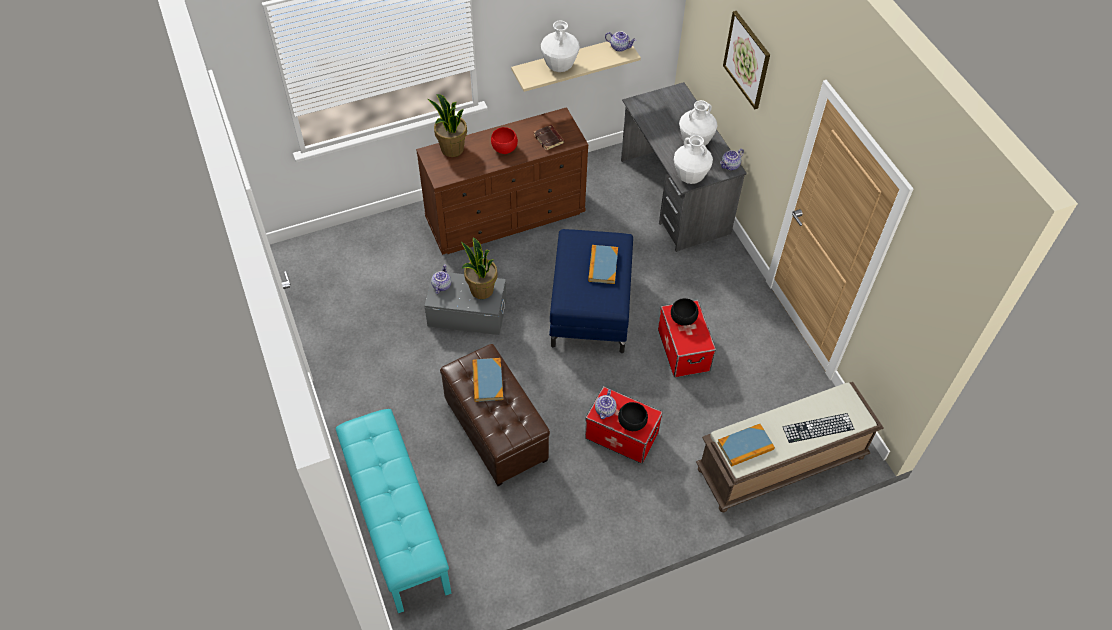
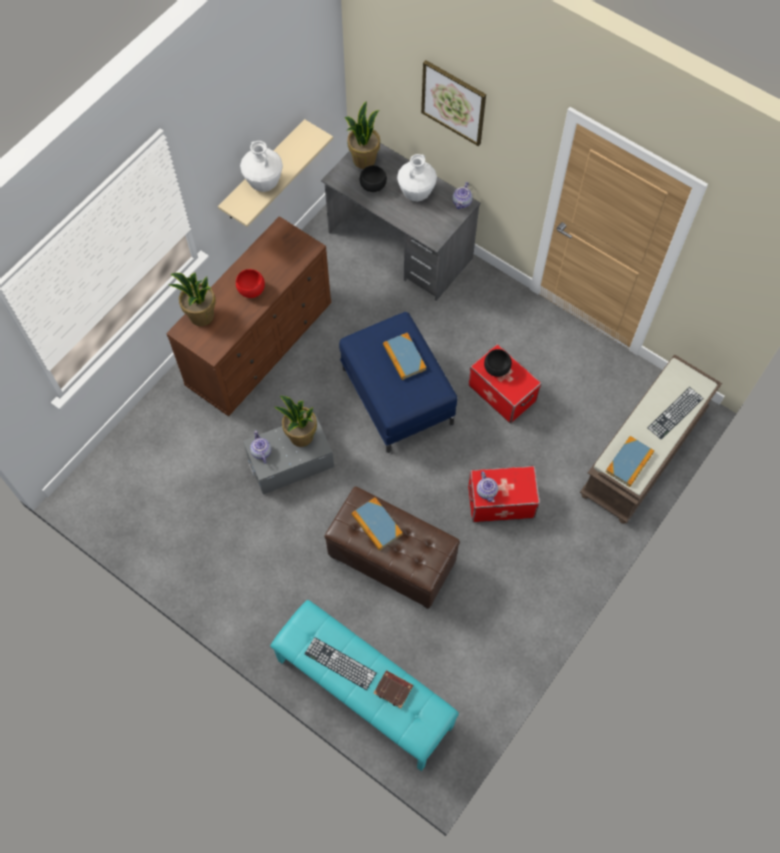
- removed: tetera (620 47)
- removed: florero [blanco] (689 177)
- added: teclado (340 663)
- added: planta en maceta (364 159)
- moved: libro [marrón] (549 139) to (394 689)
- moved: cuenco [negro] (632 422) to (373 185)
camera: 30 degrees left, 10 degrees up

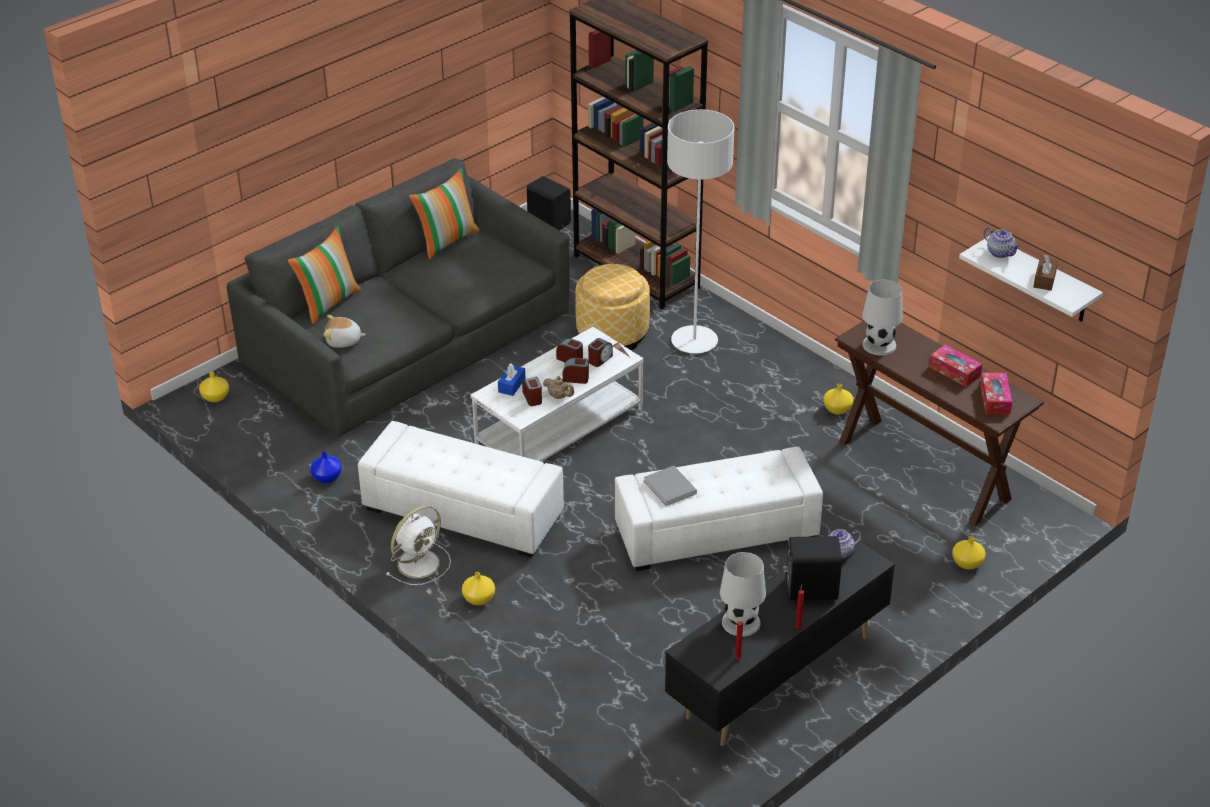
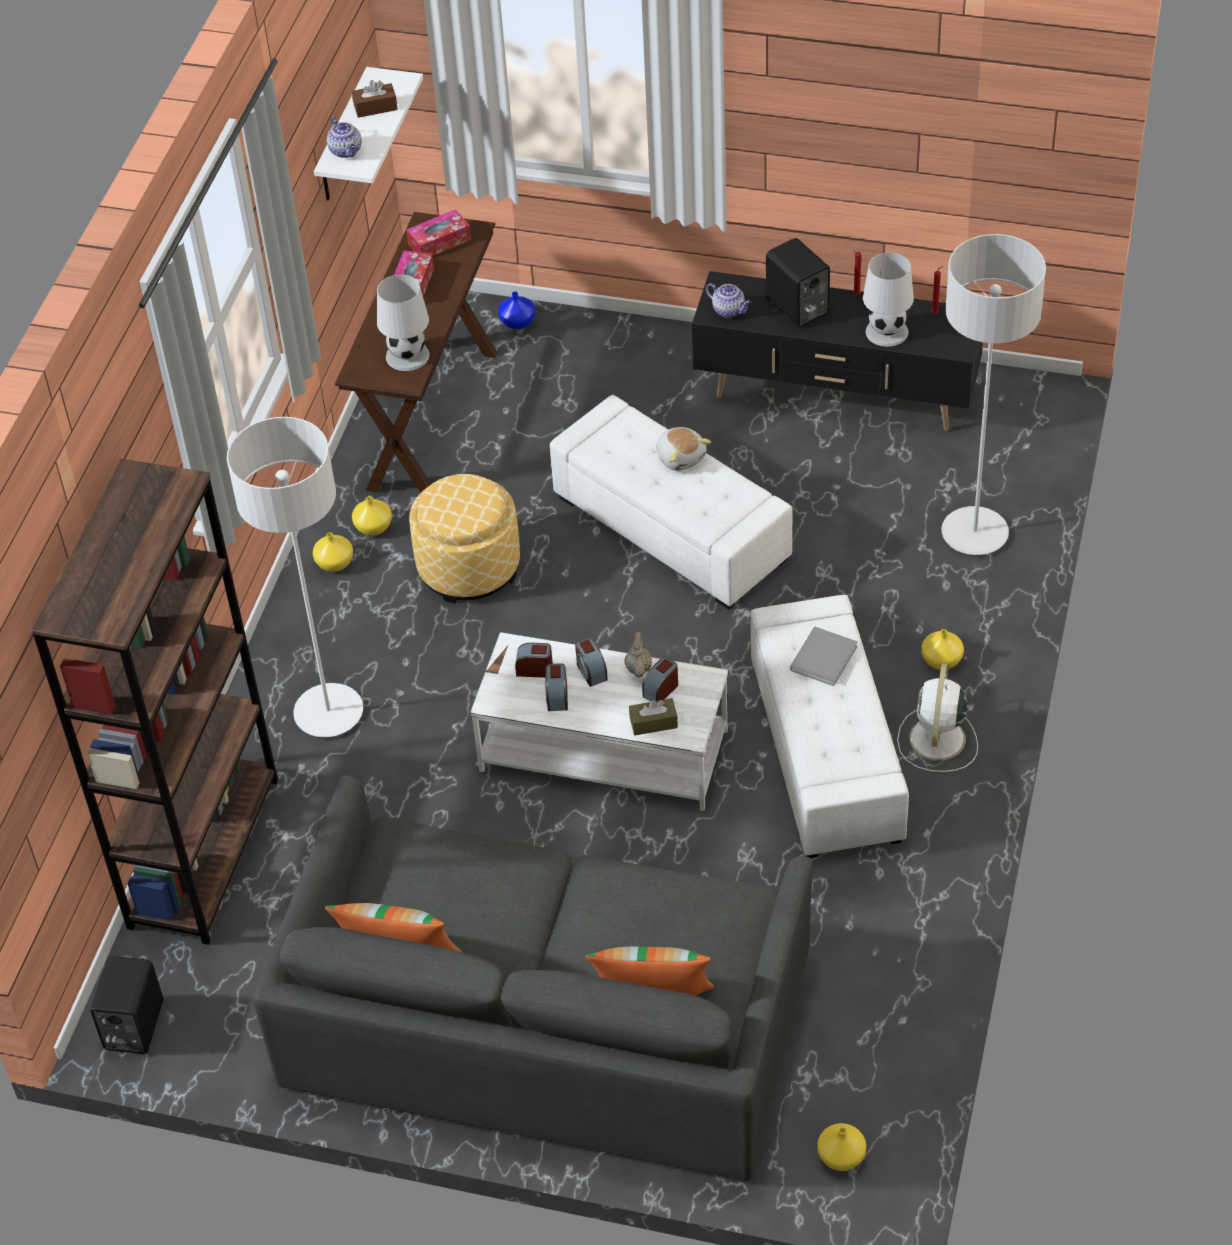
- added: lámpara de pie [gris] (974 533)
- moved: florero [azul] (327 477) to (516 322)
- moved: peluche (343 341) to (681 457)
- moved: puf (612 332) to (469 567)
- moved: libro [gris] (670 488) to (824 656)
- moved: florero [amarillo] (967 563) to (335 562)
- recoloured: caja de pañuelos [azul] (511 385) to caja de pañuelos [marrón] (653 723)
- turned: ventilador [blanco] (420 563) = (937 741) 90 degrees counterclockwise
- turned: tetera (1000 253) = (346 151) 135 degrees clockwise
camera: 120 degrees left, 10 degrees up

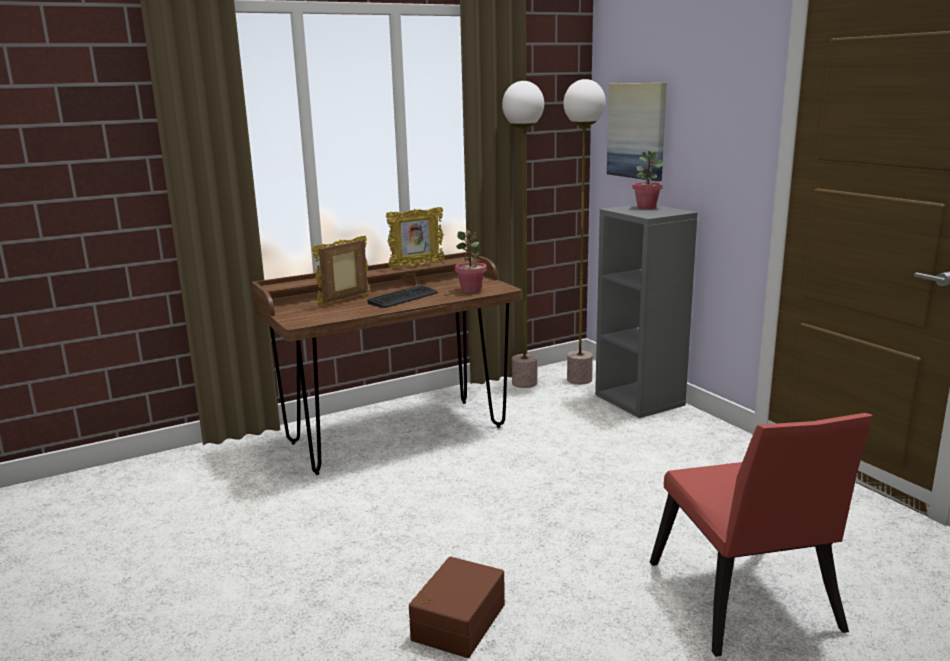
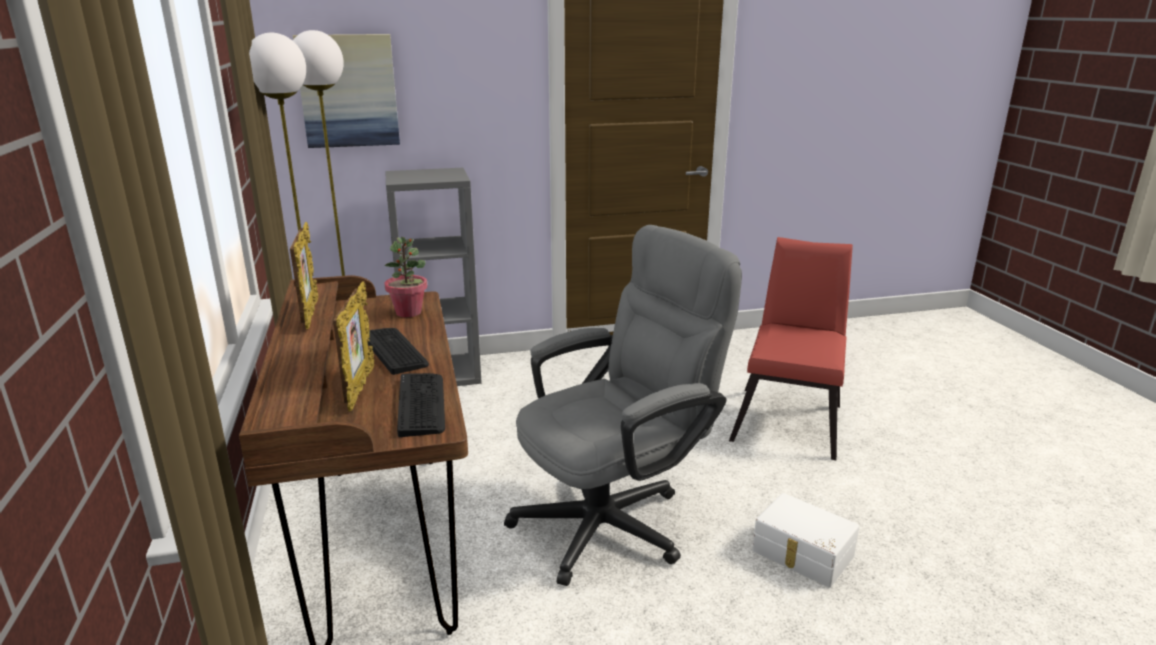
- removed: planta en maceta (646 207)
- added: teclado (421 404)
- added: silla de oficina [gris] (615 519)
- recoloured: caja de almacenaje [marrón] (456 621) to caja de almacenaje [blanco] (802 554)
- turned: portarretratos (345 301) = (360 388) 150 degrees counterclockwise
- turned: silla [rojo] (745 604) = (790 418) 75 degrees counterclockwise
camera: 75 degrees left, 5 degrees up

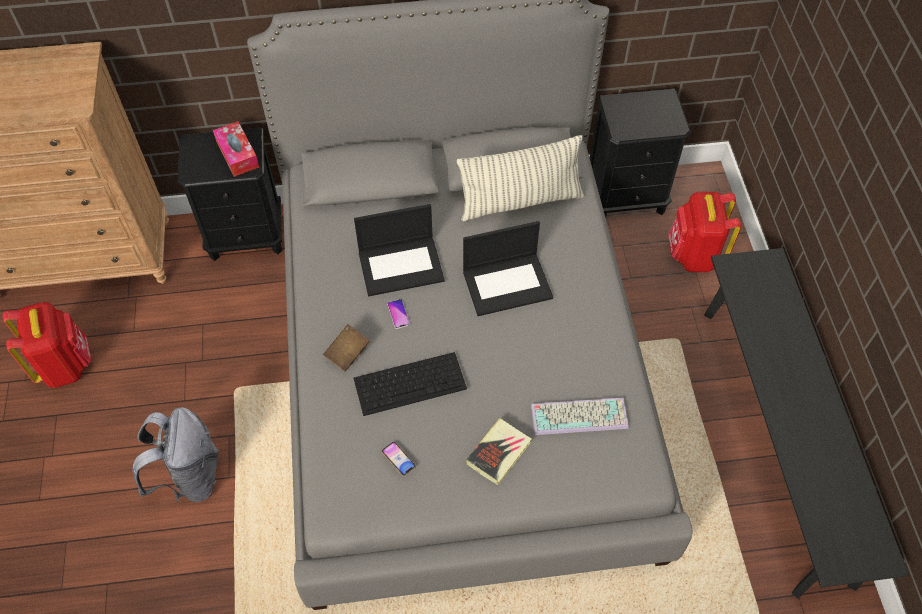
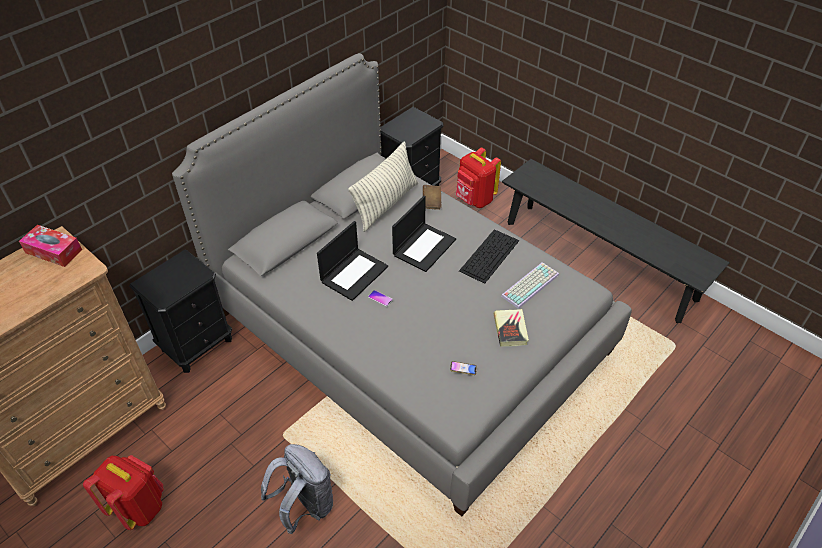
- moved: caja de pañuelos (237 154) to (54 251)
- moved: libro [marrón] (347 353) to (431 202)
- moved: teclado (411 383) to (489 255)
camera: 40 degrees left, 10 degrees down

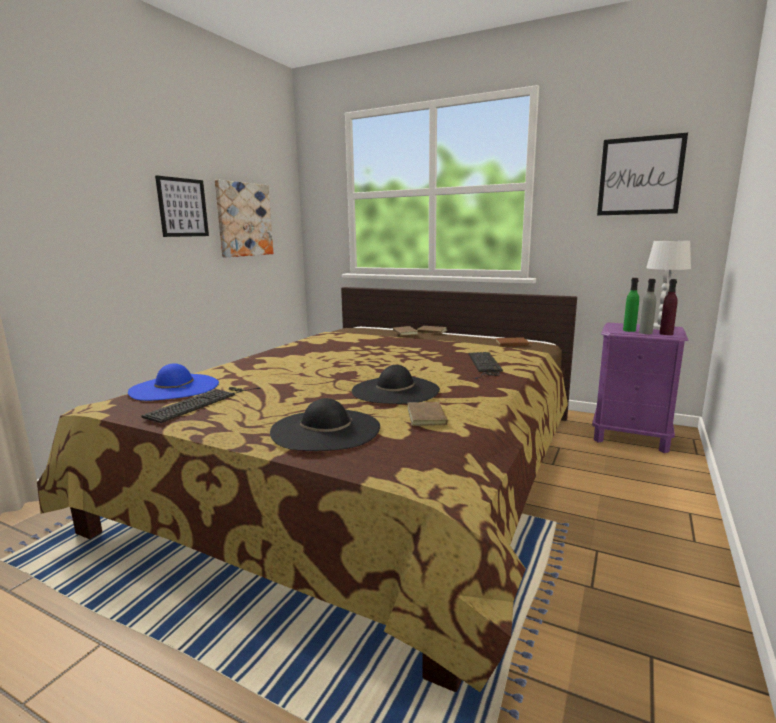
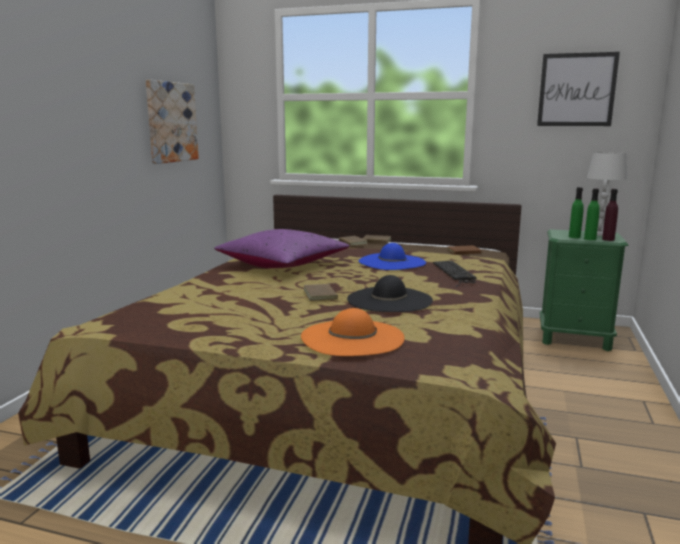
- removed: teclado (202 402)
- removed: cuadro (182 207)
- added: cojín [morado] (282 264)
- moved: sombrero [azul] (174 387) to (391 262)
- moved: libro [marrón] (428 417) to (321 295)
- recoloured: sombrero [negro] (325 429) to sombrero [naranja] (352 337)
- recoloured: mesita de noche [morado] (631 437) to mesita de noche [verde] (574 339)
- recoloured: botella [gris] (645 333) to botella [verde] (590 239)
camera: 10 degrees left, 0 degrees up

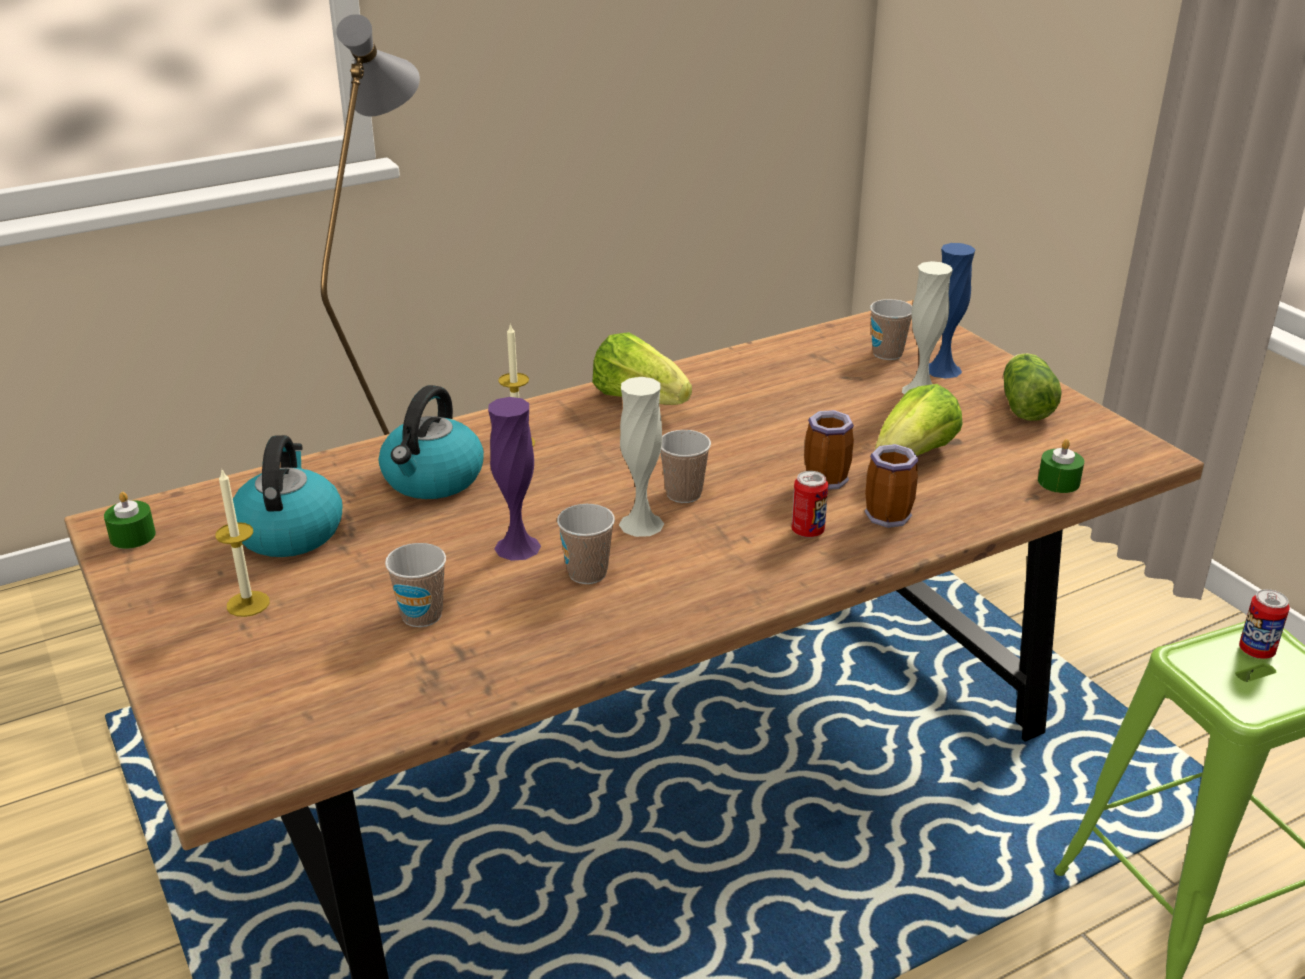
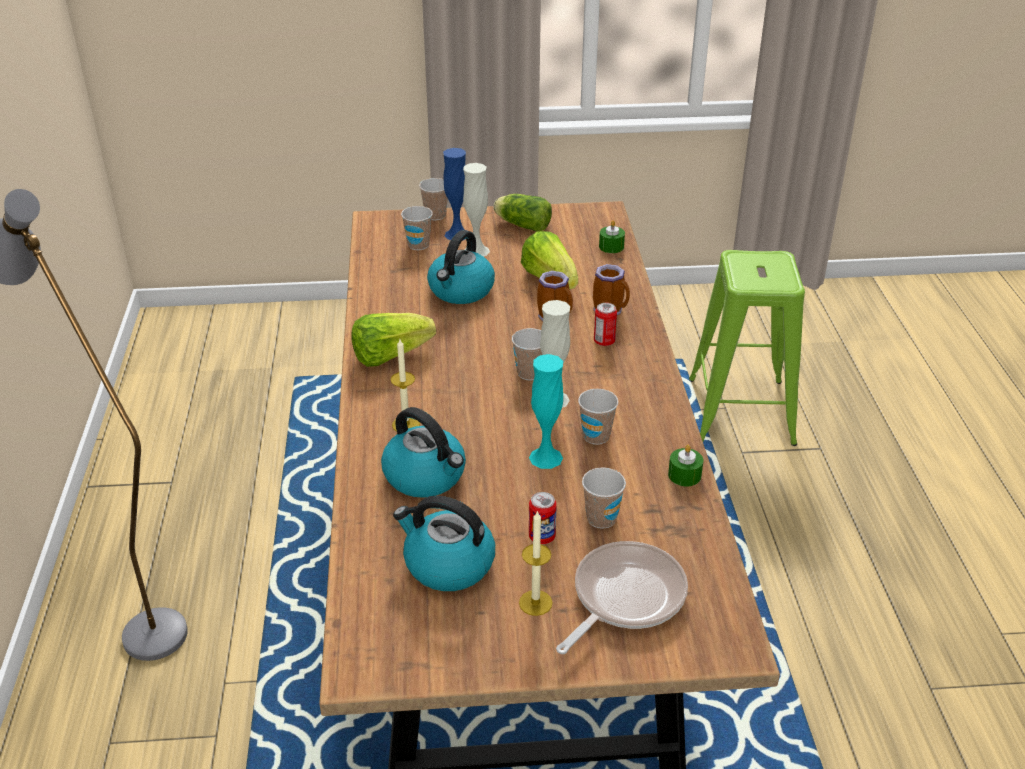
- added: taza (435 215)
- added: hervidor (461 291)
- added: sartén (624 597)
- moved: vela [verde] (132 536) to (684 475)
- moved: lata (1256 651) to (542 537)
- recoloured: florero [morado] (517 547) to florero [turquesa] (546 458)
camera: 65 degrees left, 5 degrees up

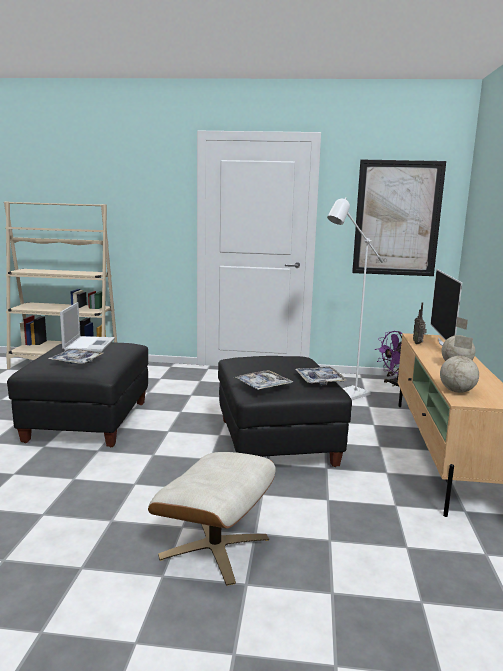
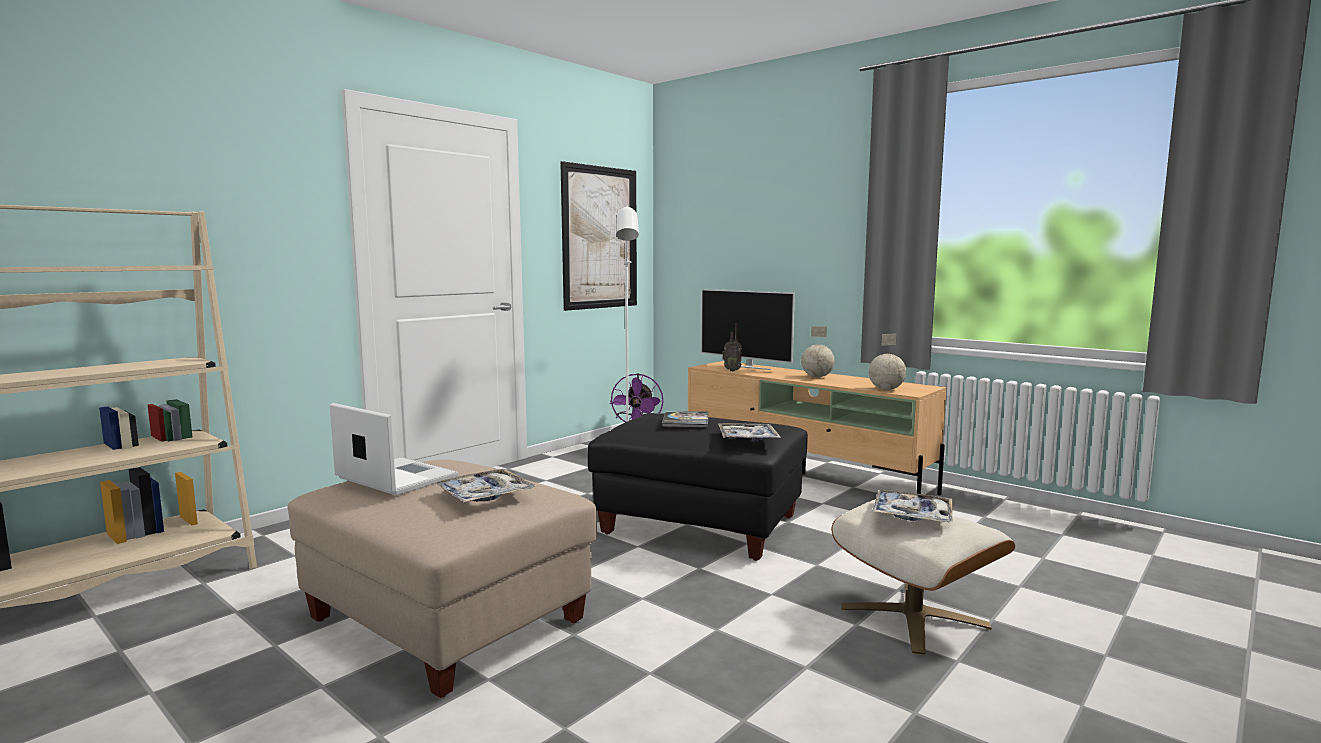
- added: libro (686 420)
- moved: bandeja (319 380) to (912 515)
- recoloured: puf [negro] (89 421) to puf [beis] (448 620)
camera: 55 degrees left, 5 degrees down

